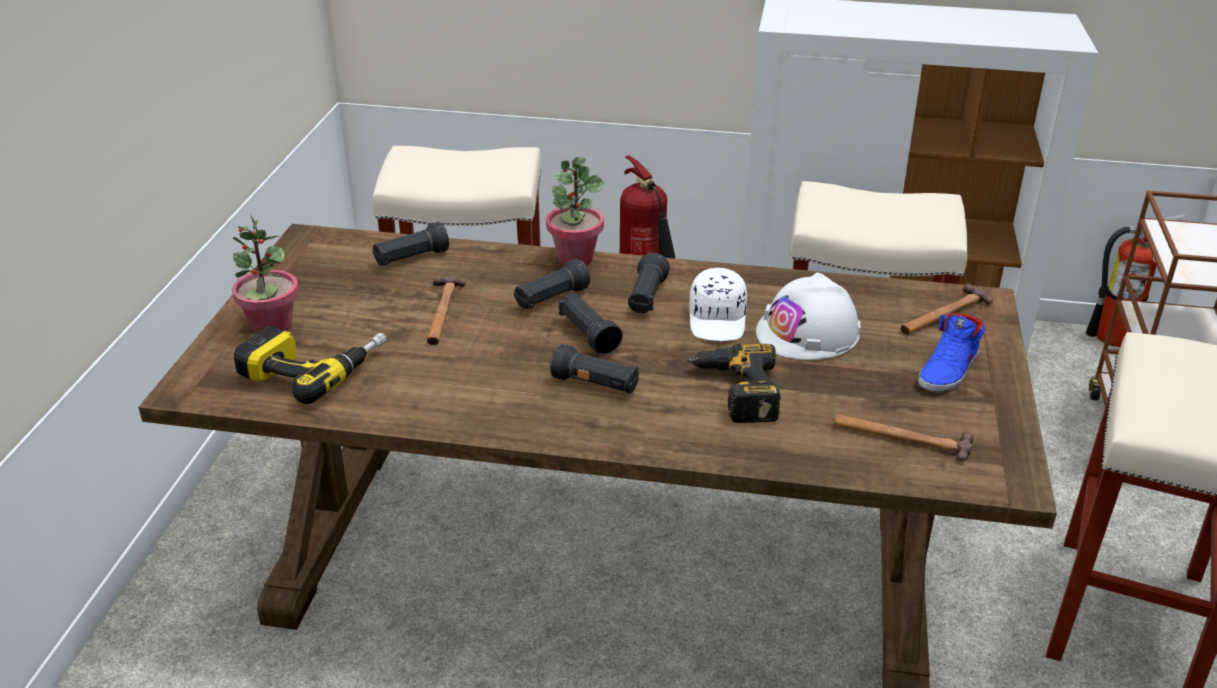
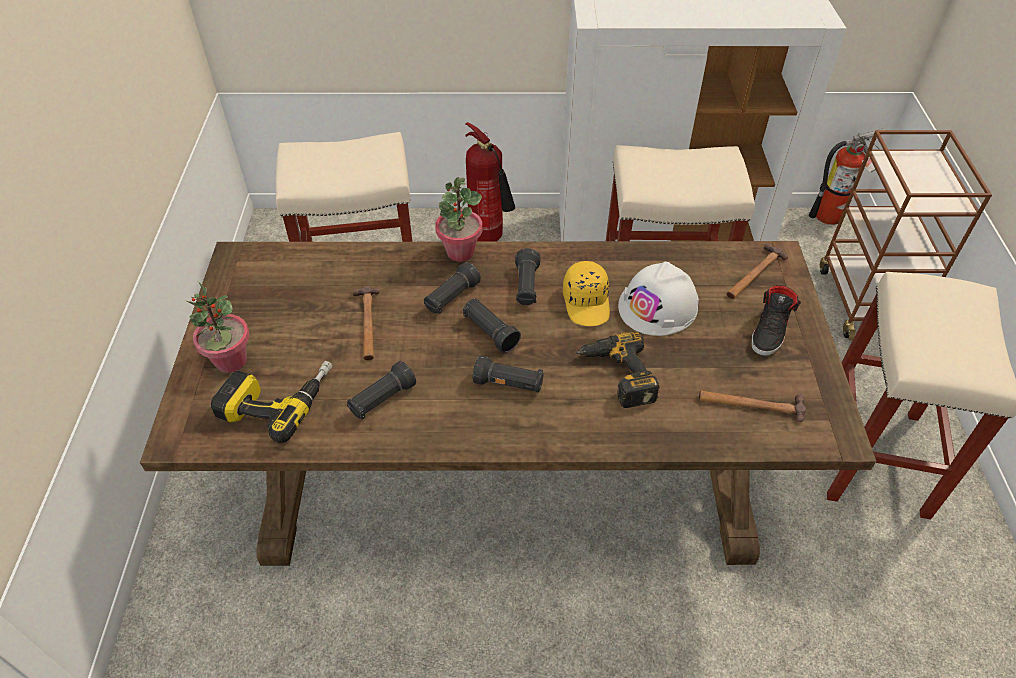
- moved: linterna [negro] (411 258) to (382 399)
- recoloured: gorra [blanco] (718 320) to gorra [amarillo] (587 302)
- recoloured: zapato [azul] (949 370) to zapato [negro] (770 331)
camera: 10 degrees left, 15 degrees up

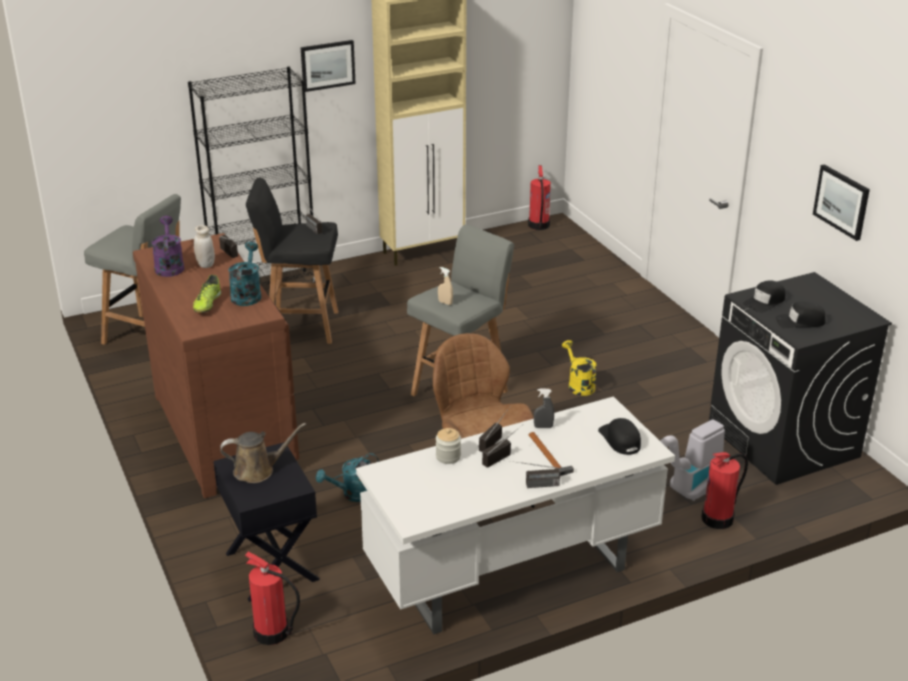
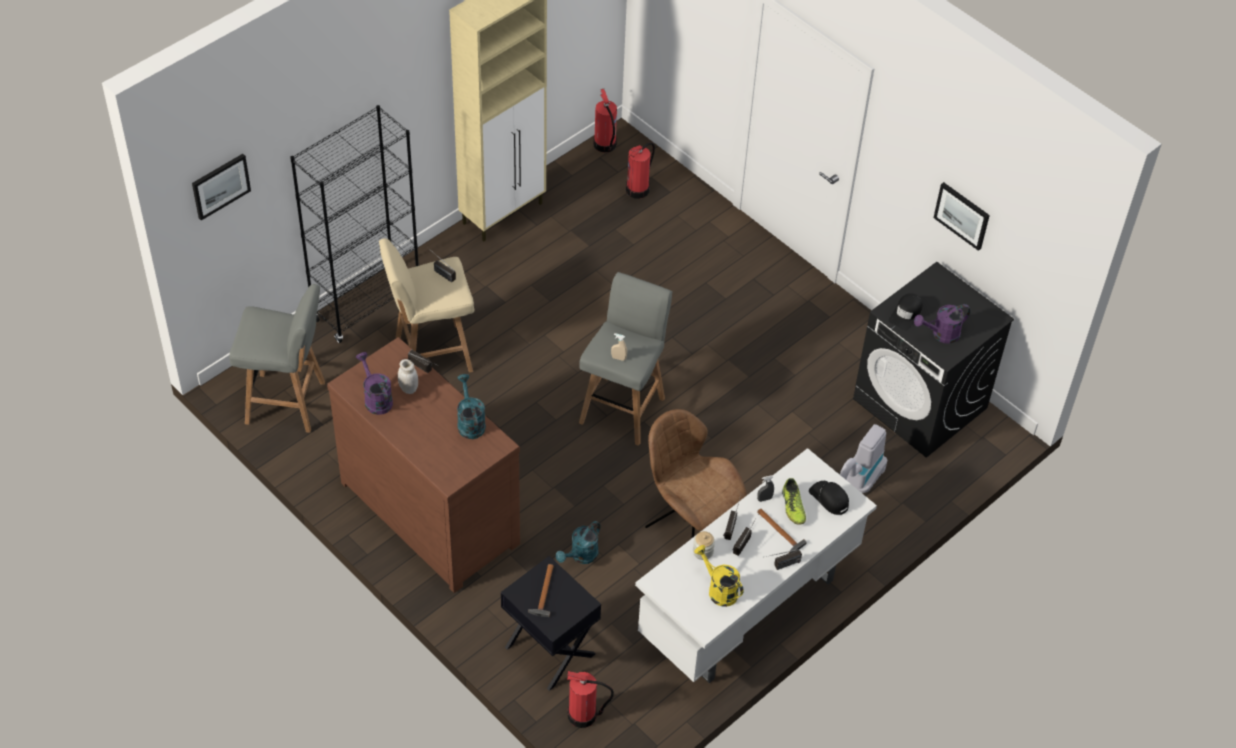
- moved: zapato (207 304) to (793 507)
- moved: cuadro (327 65) to (220 185)
- moved: regadera [amarillo] (578 385) to (718 589)
- moved: extintor (718 518) to (638 189)
- replaced: regadera [marrón] (258 470) to martillo (543 593)
- replaced: gorra [negro] (800 321) to regadera [morado] (941 334)
- recoloured: taburete [negro] (300 326) to taburete [beis] (431 354)
camera: 20 degrees left, 20 degrees up

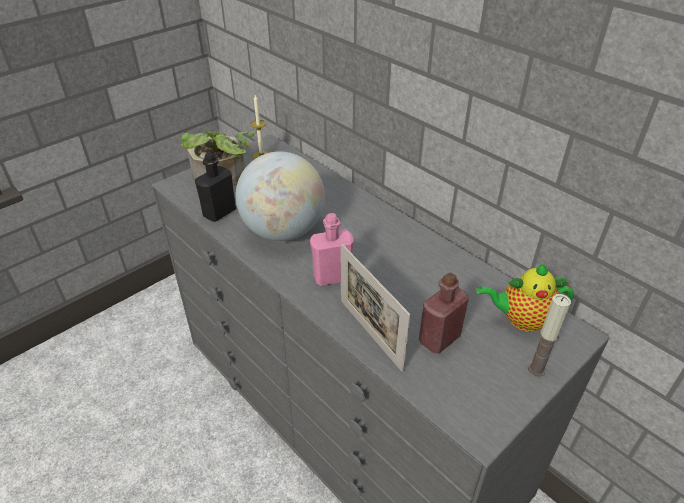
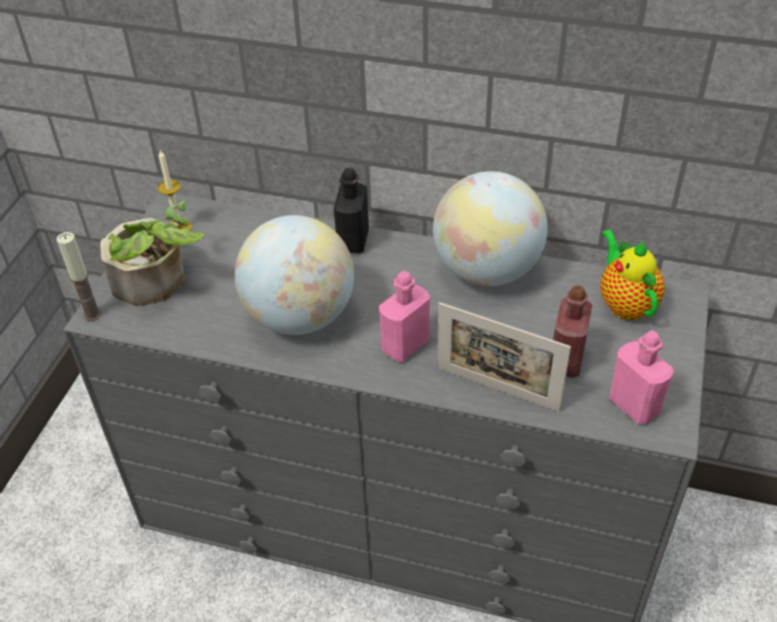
- added: globo terráqueo (487 270)
- added: botella [rosa] (634 405)
- moved: botella [negro] (219 213) to (353 241)
- moved: vela (536 369) to (92 314)
- turned: tetera (521 320) = (625 303) 105 degrees clockwise
camera: 30 degrees left, 5 degrees up

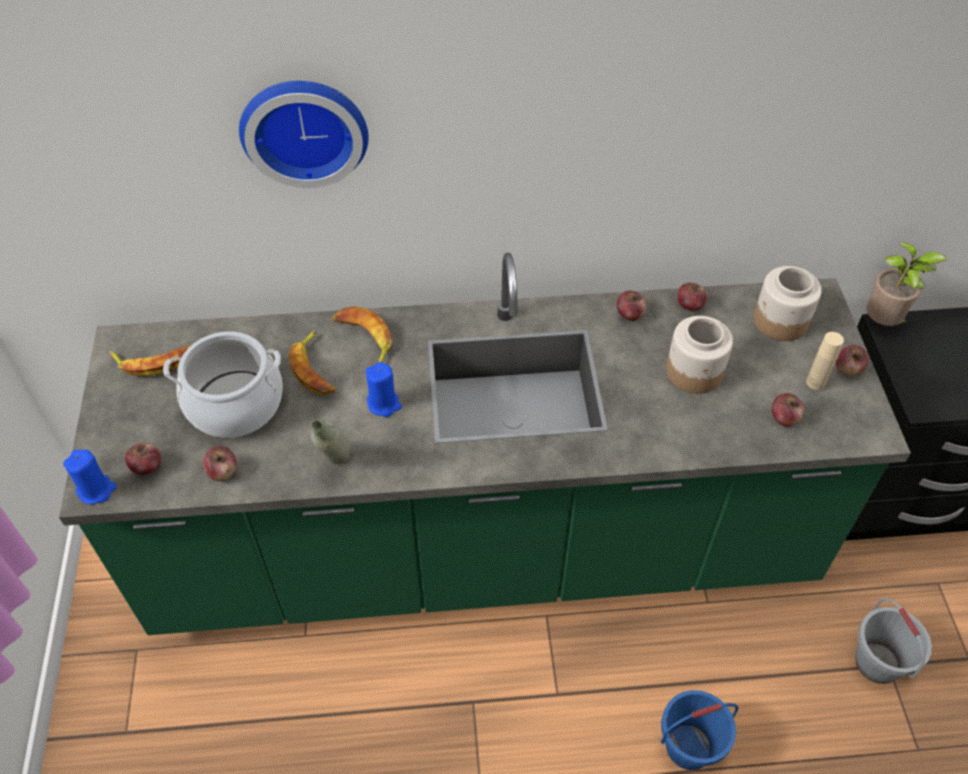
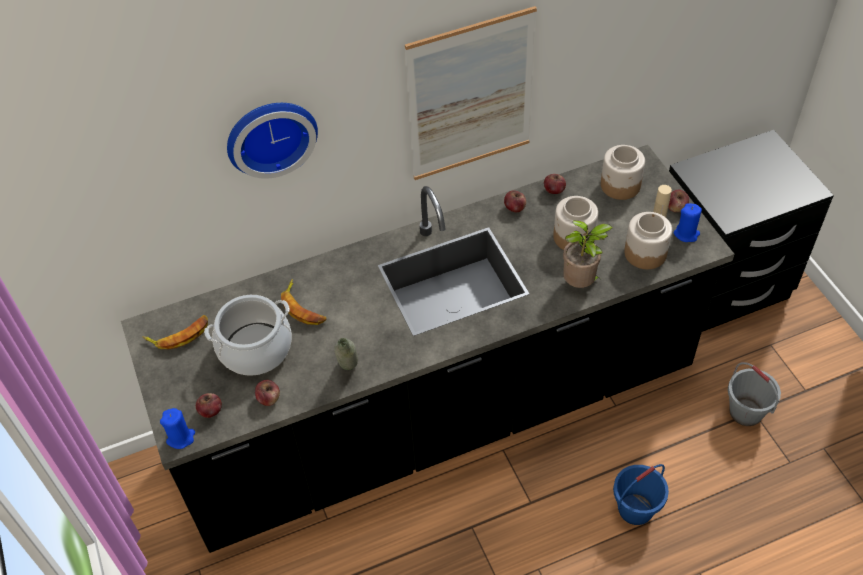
- removed: plátano (364 338)
- added: cuadro (471 96)
- moved: vela [azul] (384 404) to (686 234)
- moved: planta en maceta (883 323) to (581 284)
- replaced: manzana (784 418) to tarro (645 253)
- recoloured: mueble bajo de cocina [verde] (483 548) to mueble bajo de cocina [negro] (438 415)
camera: 15 degrees left, 0 degrees up

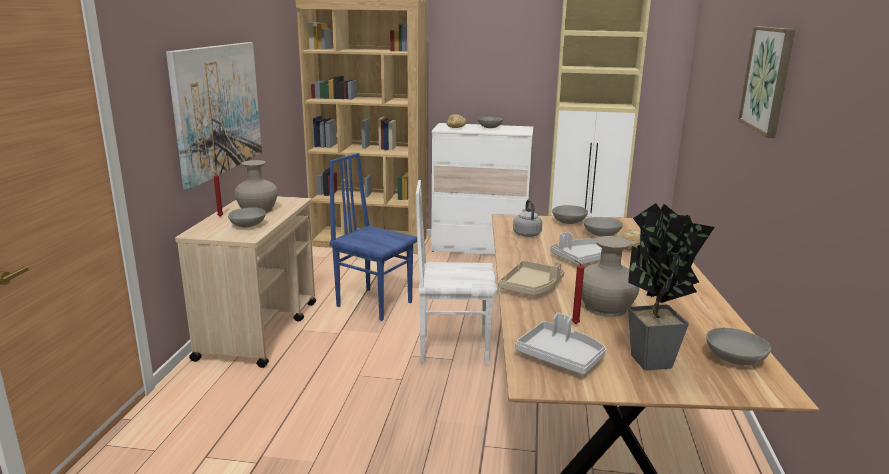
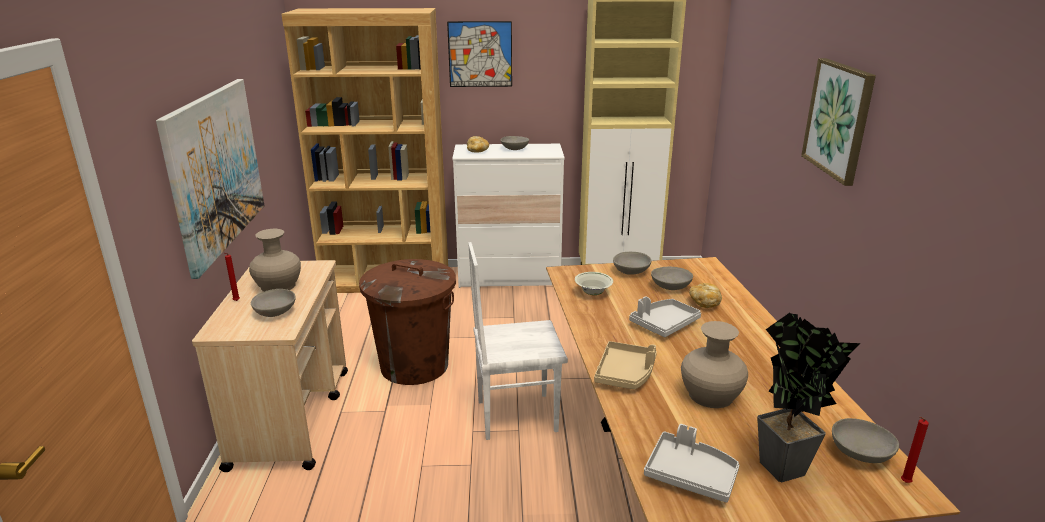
- added: cuadro (480 54)
- moved: vela [rojo] (574 324) to (904 482)
- replaced: silla [azul] (374 303) to papelera [marrón] (414 365)
- replaced: hervidor [gris] (526 233) to cuenco [blanco] (593 293)
camera: 10 degrees left, 5 degrees up

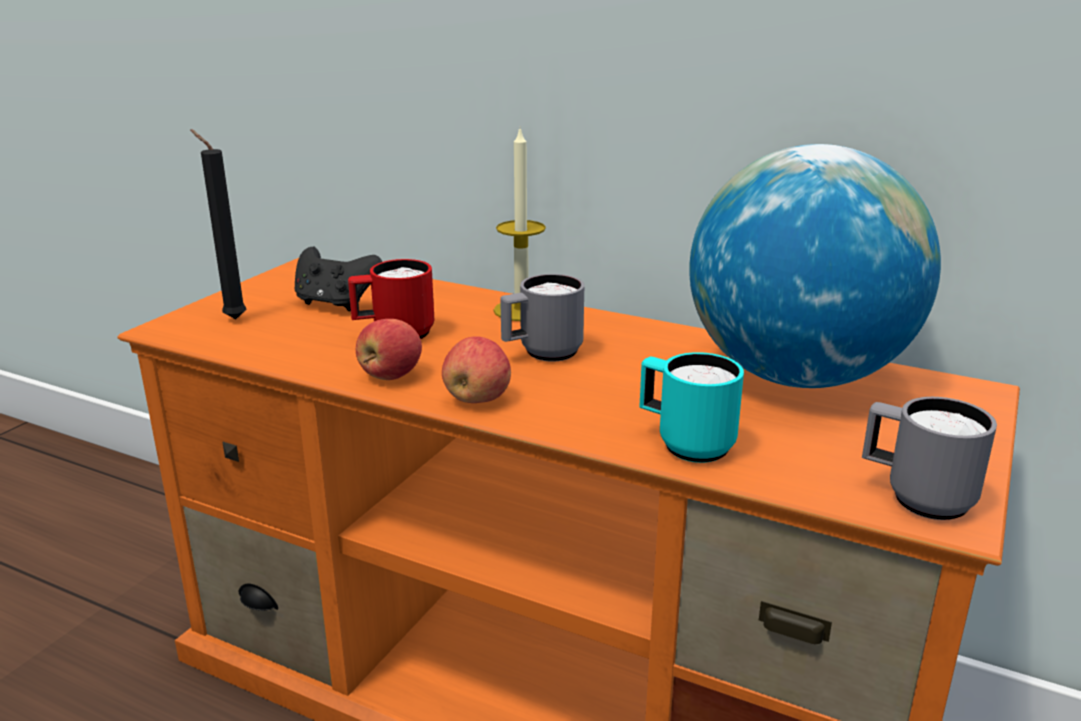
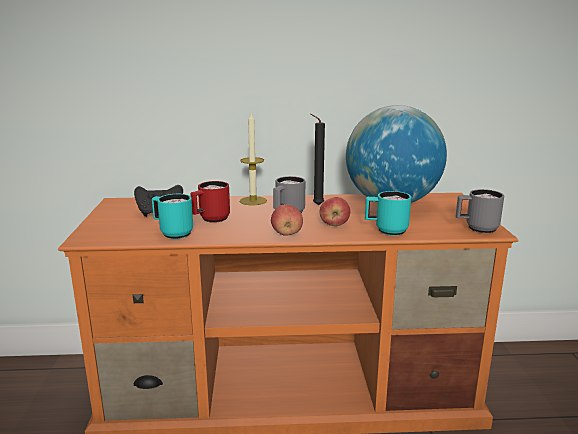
- added: taza grande [turquesa] (172 233)
- moved: vela [negro] (232 318) to (316 205)
- moved: manzana (390 376) to (334 224)
camera: 30 degrees left, 5 degrees down

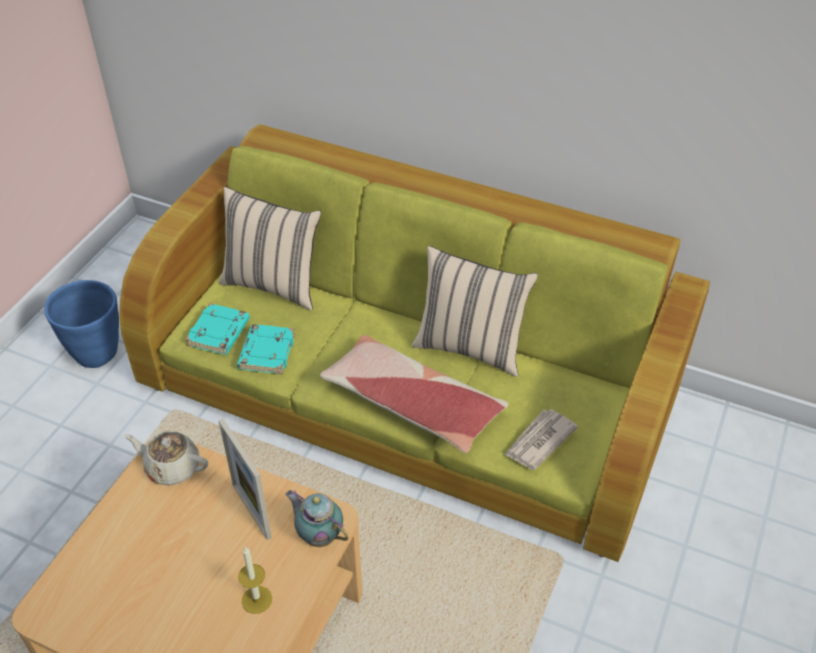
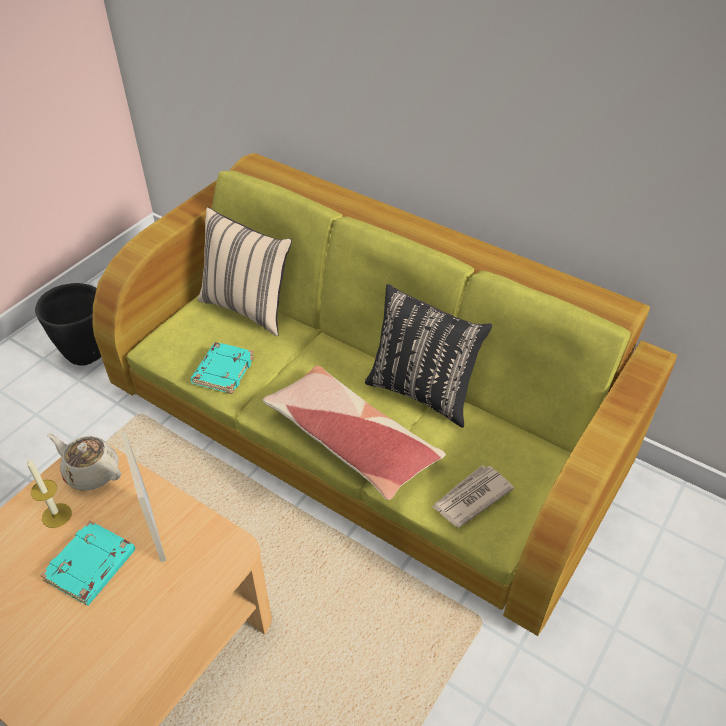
- removed: tetera (319 535)
- moved: libro [turquesa] (219 333) to (91 567)
- moved: vela (257 599) to (56 515)
- recoloured: maceta [azul] (97 354) to maceta [negro] (87 353)
- recoloured: cojín [beis] (471 347) to cojín [negro] (422 391)
camera: 10 degrees right, 0 degrees up

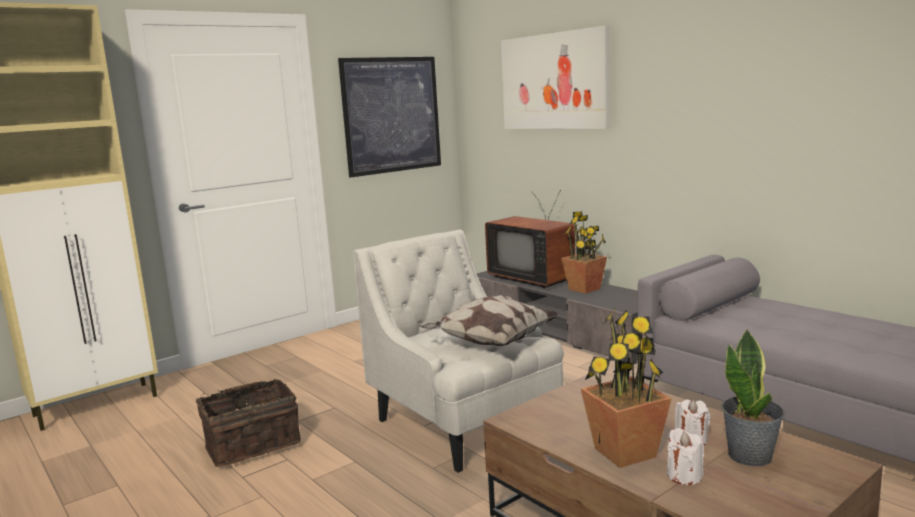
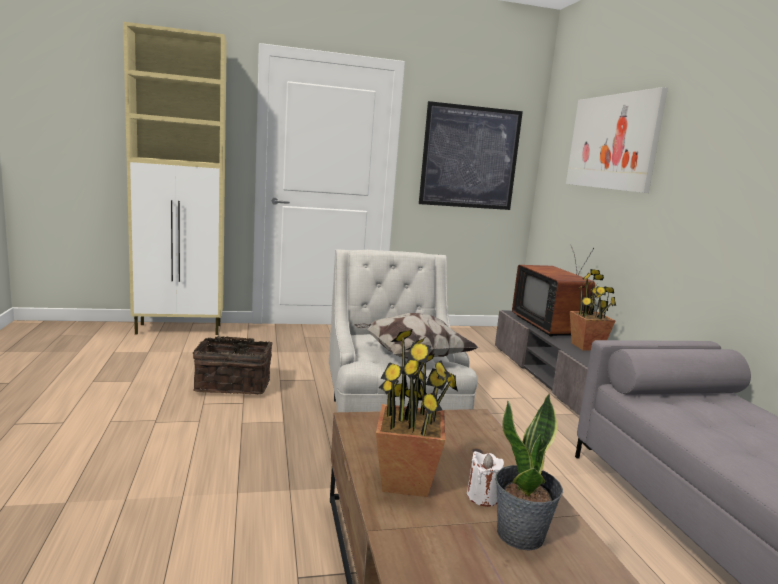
- removed: vela [blanco] (684 476)
camera: 25 degrees right, 0 degrees up

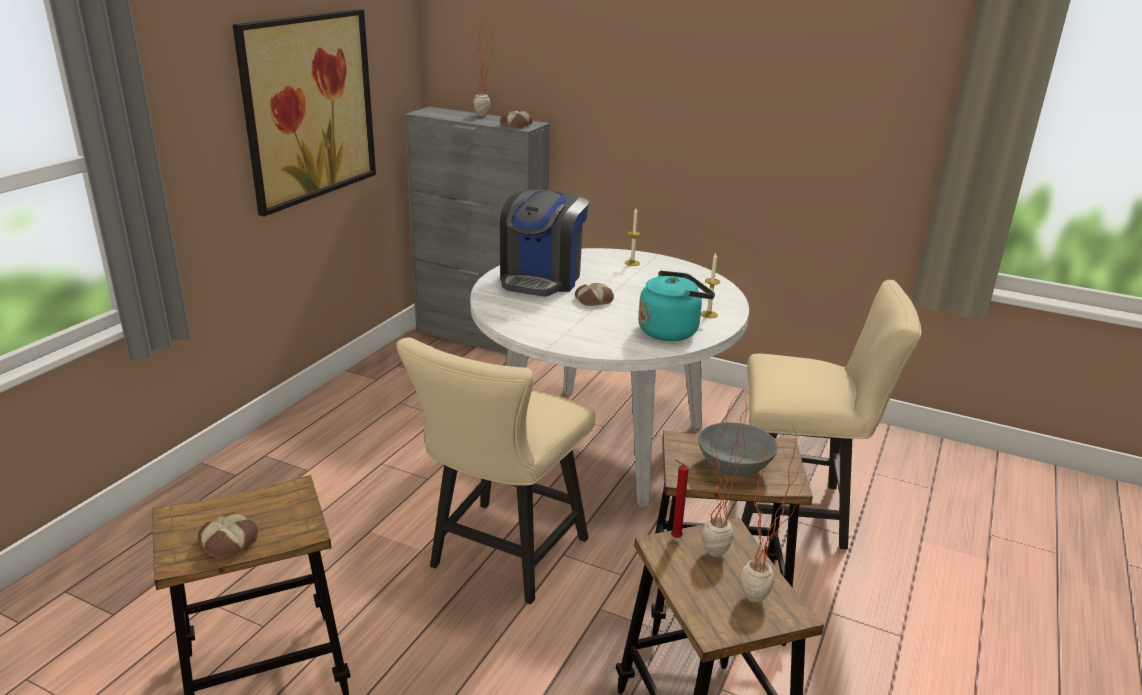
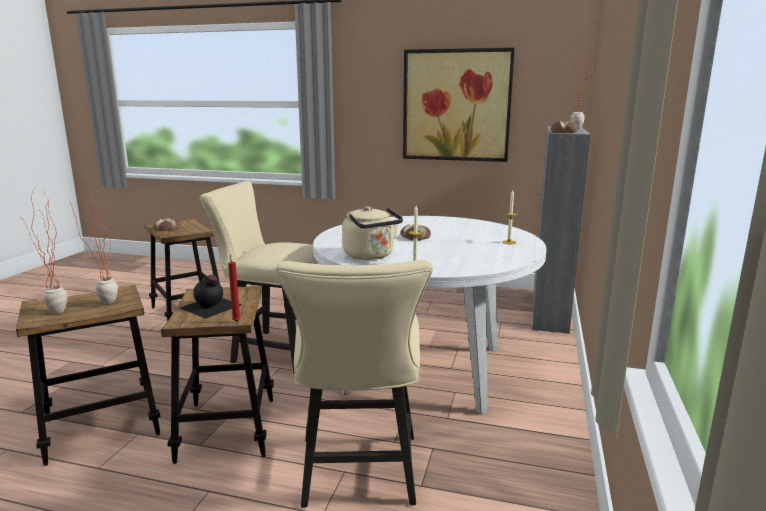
- removed: cafetera (542 279)
- moved: vela [rojo] (674 538) to (236 321)
- replaced: cuenco [gris] (735 466) to botella [negro] (210 306)
- recoloured: hervidor [turquesa] (671 331) to hervidor [beis] (371 256)
camera: 80 degrees right, 10 degrees down

